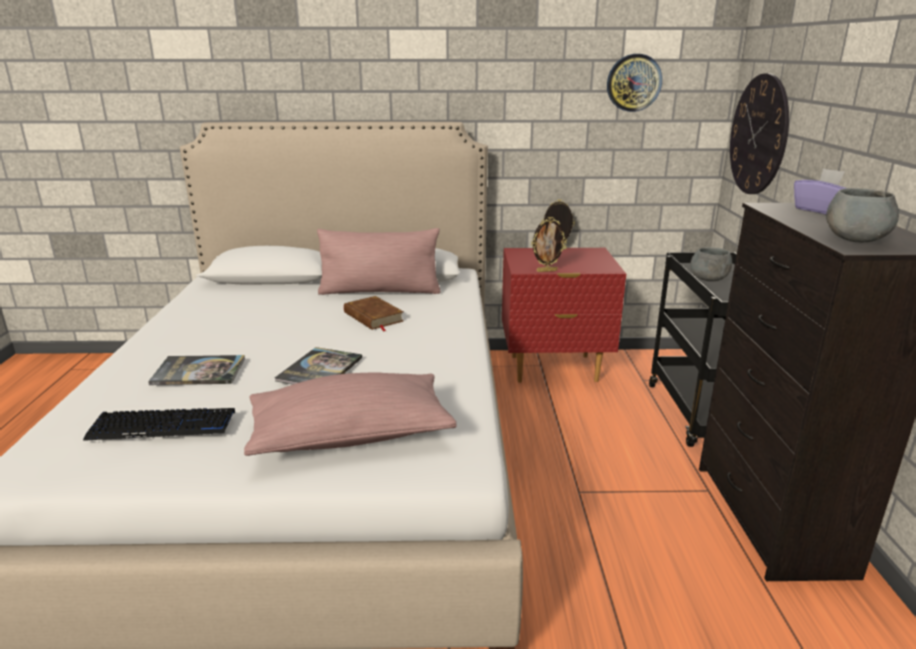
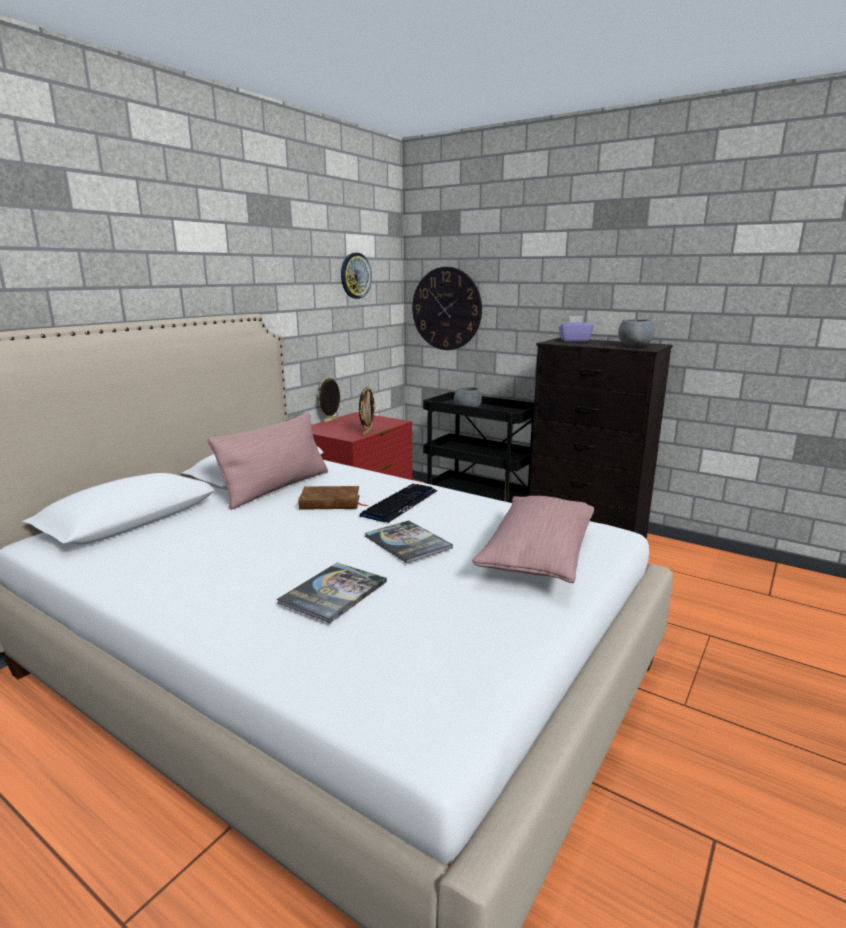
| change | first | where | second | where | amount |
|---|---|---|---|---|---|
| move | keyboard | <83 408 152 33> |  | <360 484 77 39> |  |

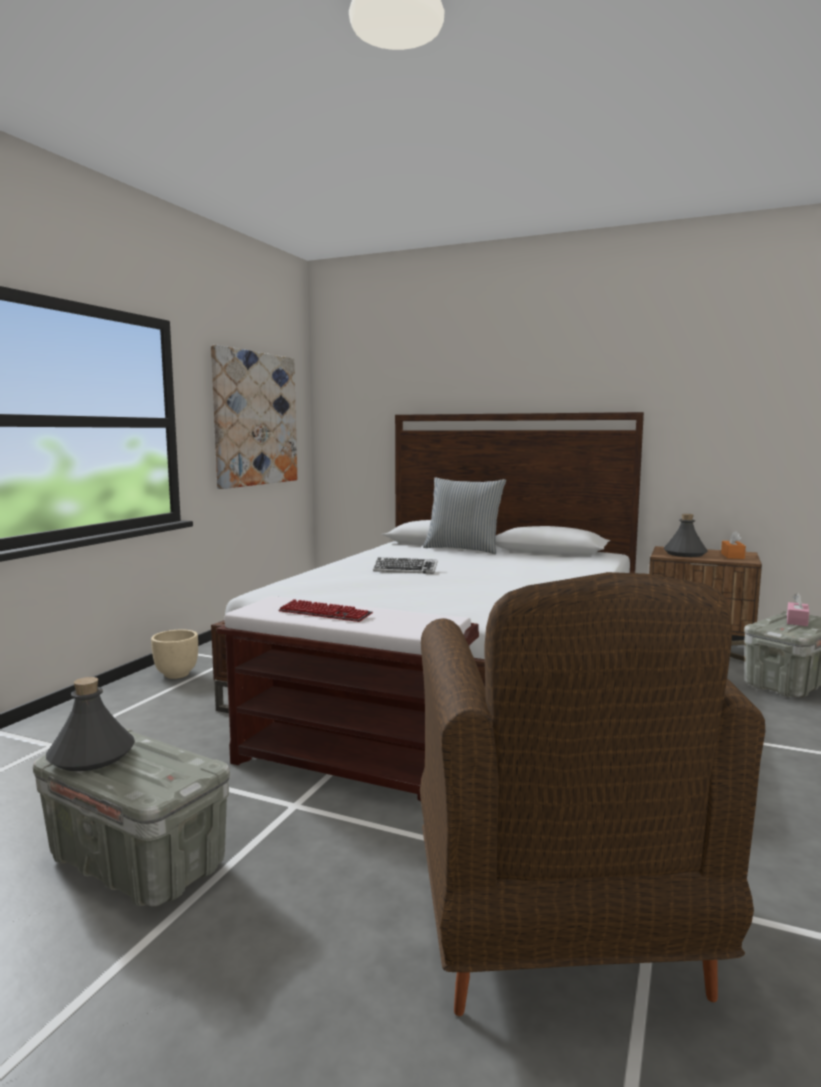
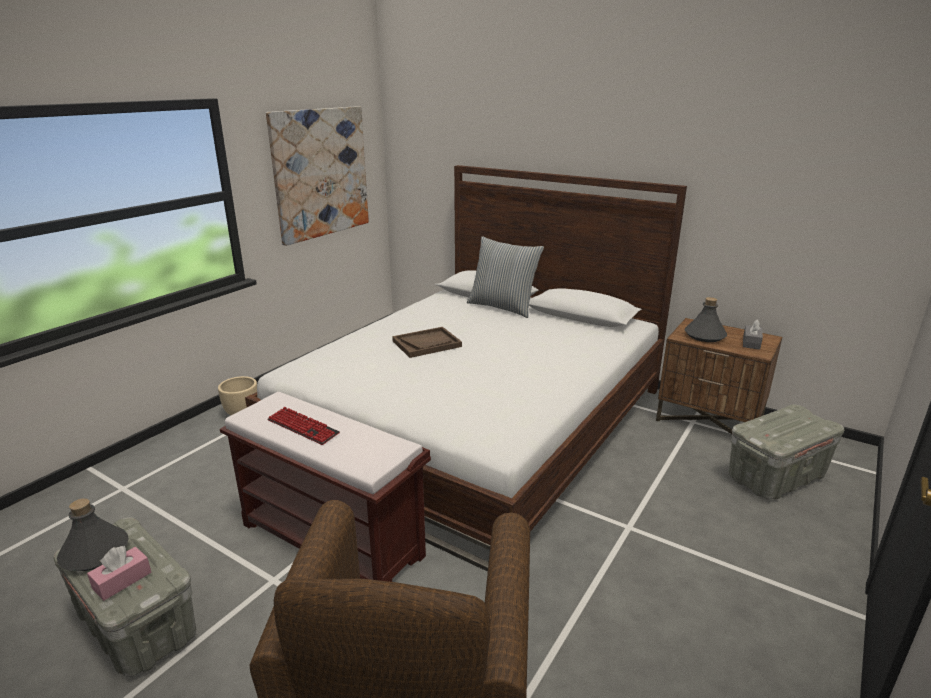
| change | first | where | second | where | amount |
|---|---|---|---|---|---|
| move | tissue box (pinkish) | <787 593 22 33> |  | <87 546 64 55> |  |
| replace | keyboard | <373 557 65 17> | tray (brown) | <392 327 70 31> |  |
| recolor | tissue box (orange-coloured) | <721 531 25 28> | tissue box (gray) | <743 320 20 30> |  |

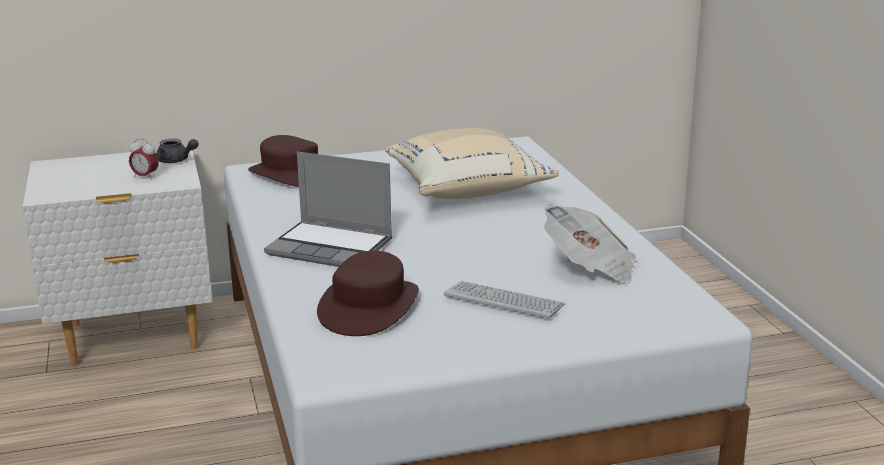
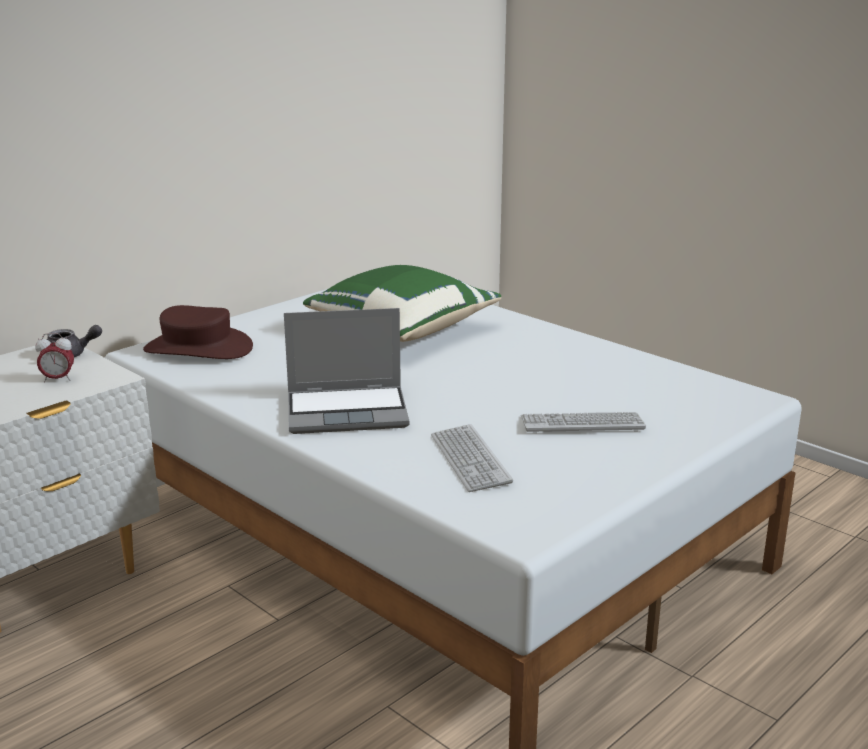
| change | first | where | second | where | amount |
|---|---|---|---|---|---|
| delete | printed paper | <544 205 92 79> |  |  |  |
| replace | wearable hat (brown) | <317 251 102 85> | keyboard | <431 424 82 68> |  |
| recolor | pillow (beige-coloured) | <385 128 174 71> | pillow (green) | <303 265 198 77> |  |

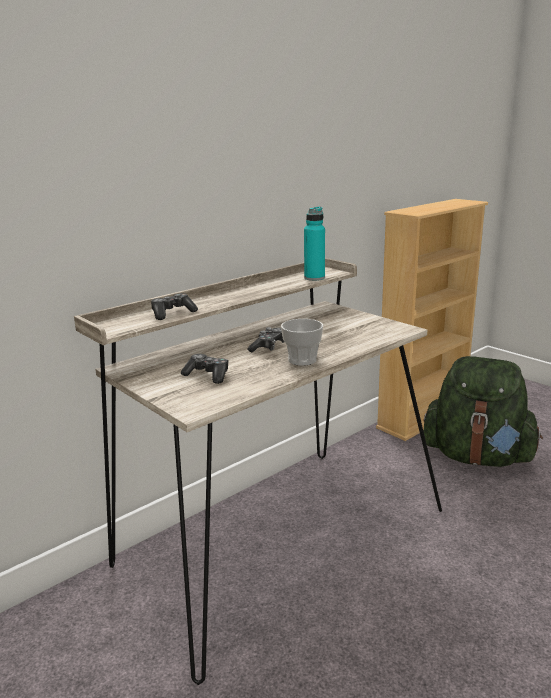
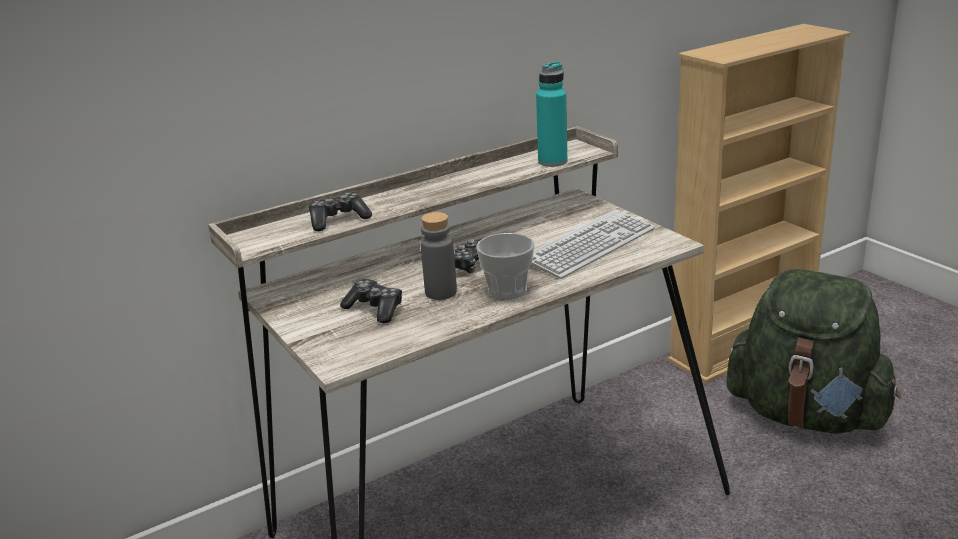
| change | first | where | second | where | amount |
|---|---|---|---|---|---|
| insert |  |  | bottle (gray) | <420 212 37 88> |  |
| insert |  |  | keyboard | <531 210 124 69> |  |

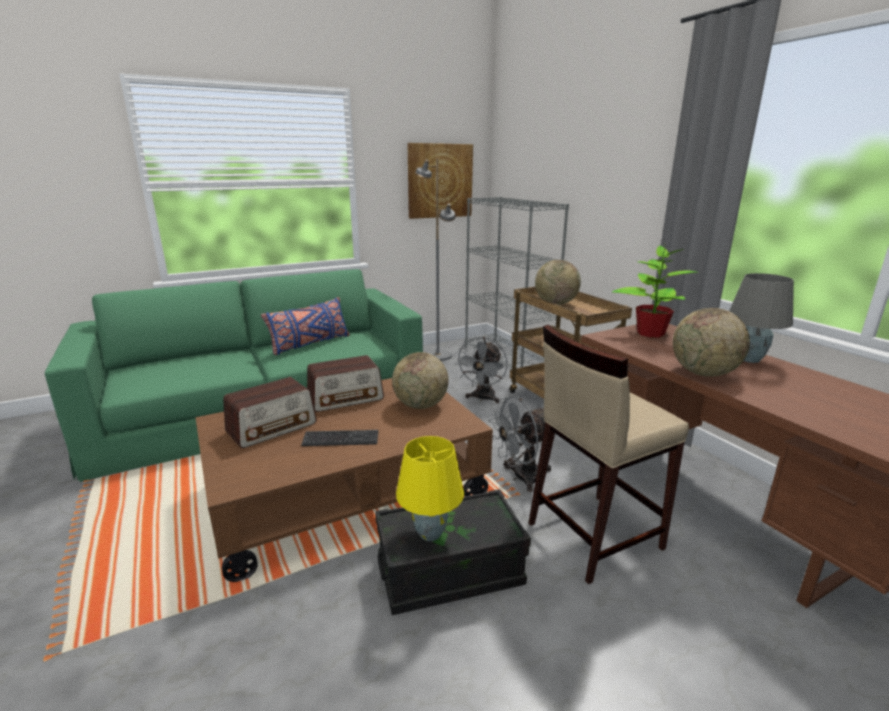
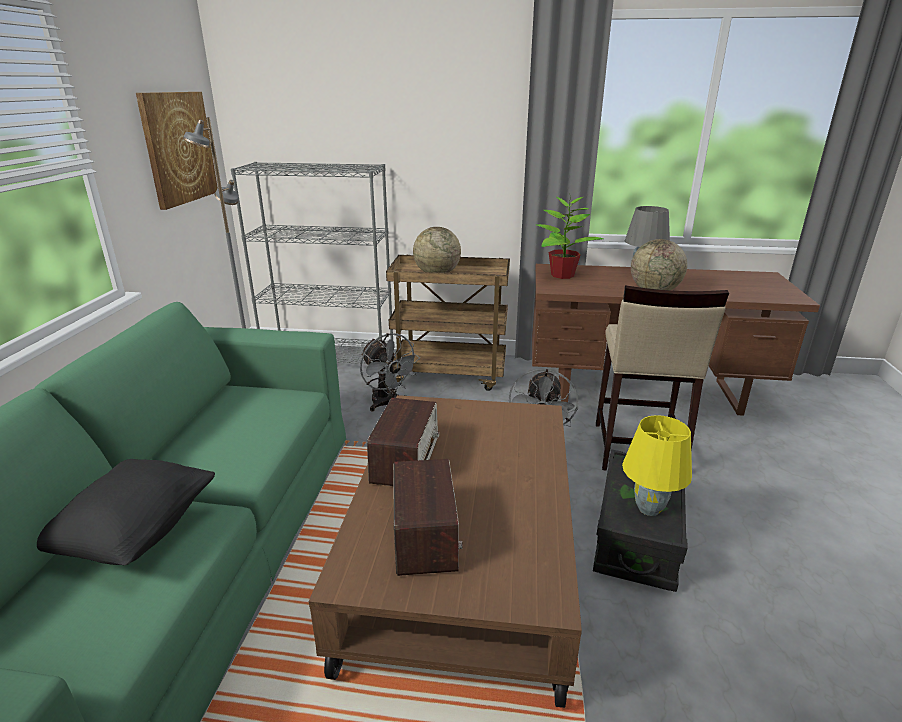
| change | first | where | second | where | amount |
|---|---|---|---|---|---|
| delete | pillow (blue) | <261 297 89 58> |  |  |  |
| delete | keyboard | <301 430 78 16> |  |  |  |
| delete | desk globe | <392 352 56 57> |  |  |  |
| insert |  |  | pillow (black-coloured) | <37 459 178 107> |  |

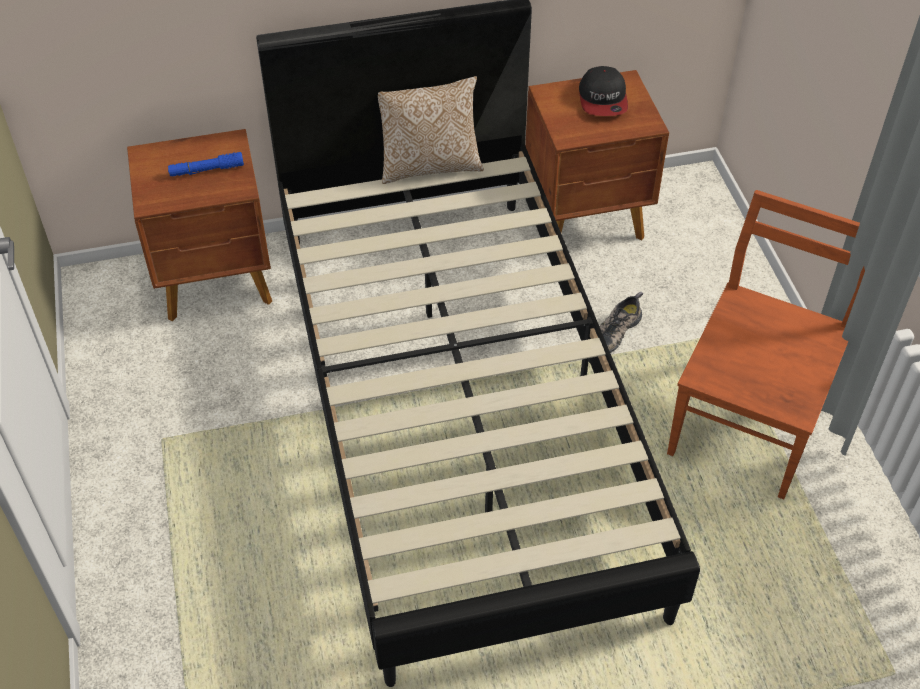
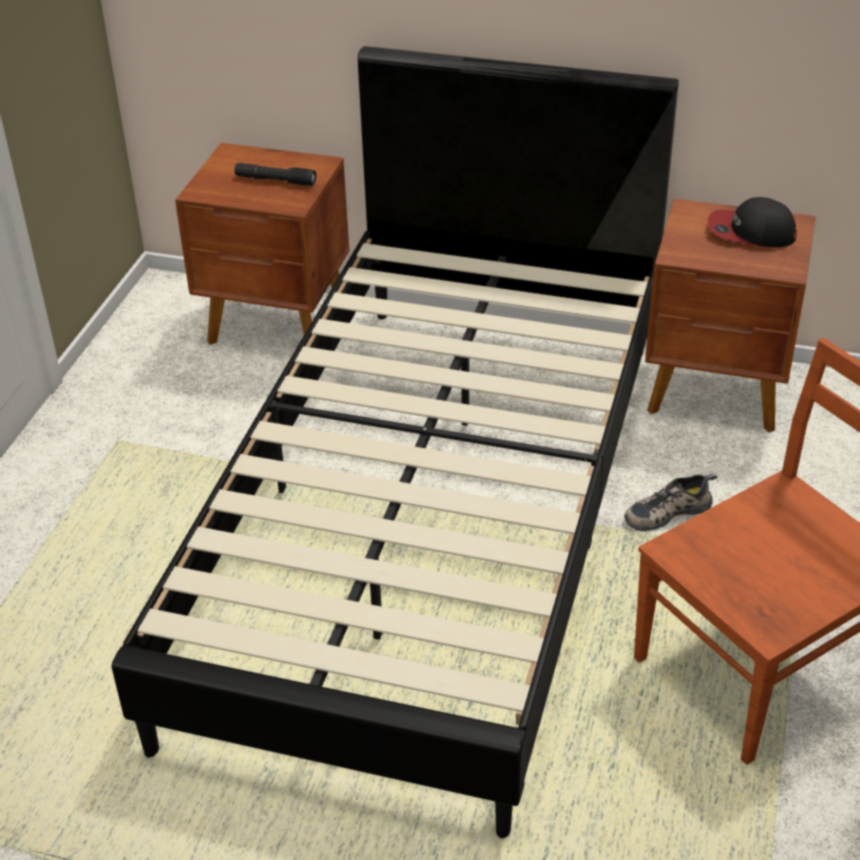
| change | first | where | second | where | amount |
|---|---|---|---|---|---|
| delete | pillow | <378 76 106 108> |  |  |  |
| recolor | hand torch (blue) | <168 152 76 24> | hand torch (black-coloured) | <234 163 82 23> |  |
| rotate | baseball cap | <579 66 49 50> |  | <708 197 89 50> | 75 degrees clockwise |

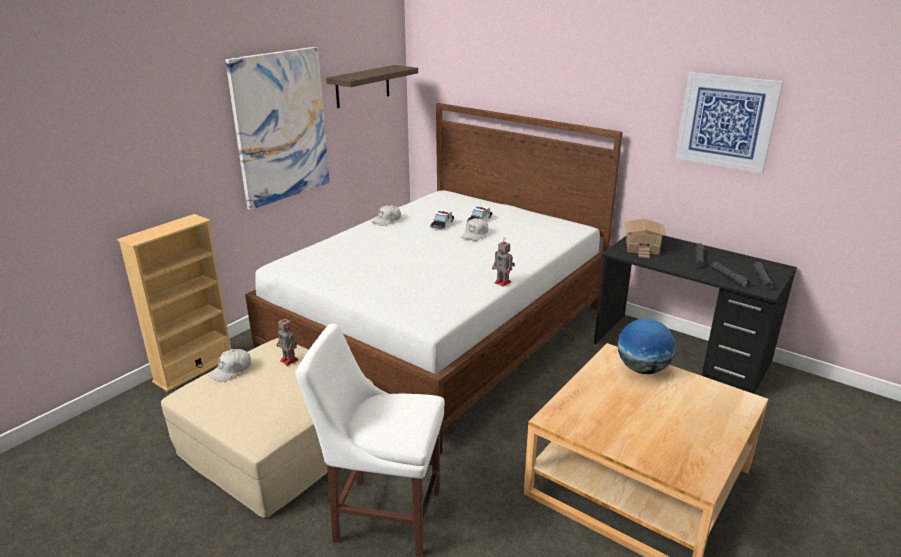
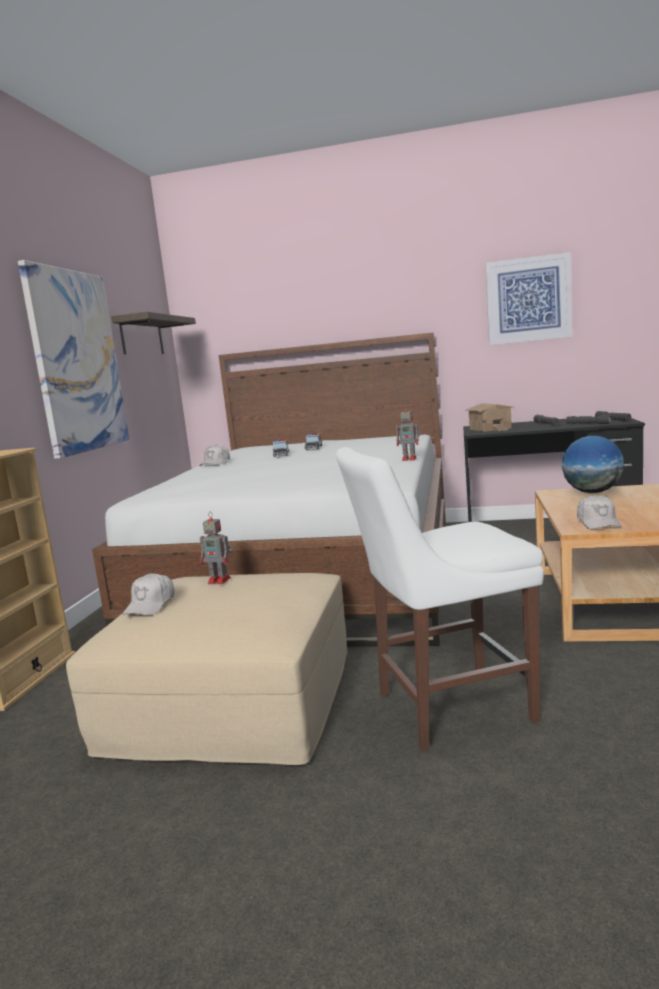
| change | first | where | second | where | amount |
|---|---|---|---|---|---|
| move | baseball cap (whitish) | <461 218 27 23> |  | <577 495 45 34> |  |

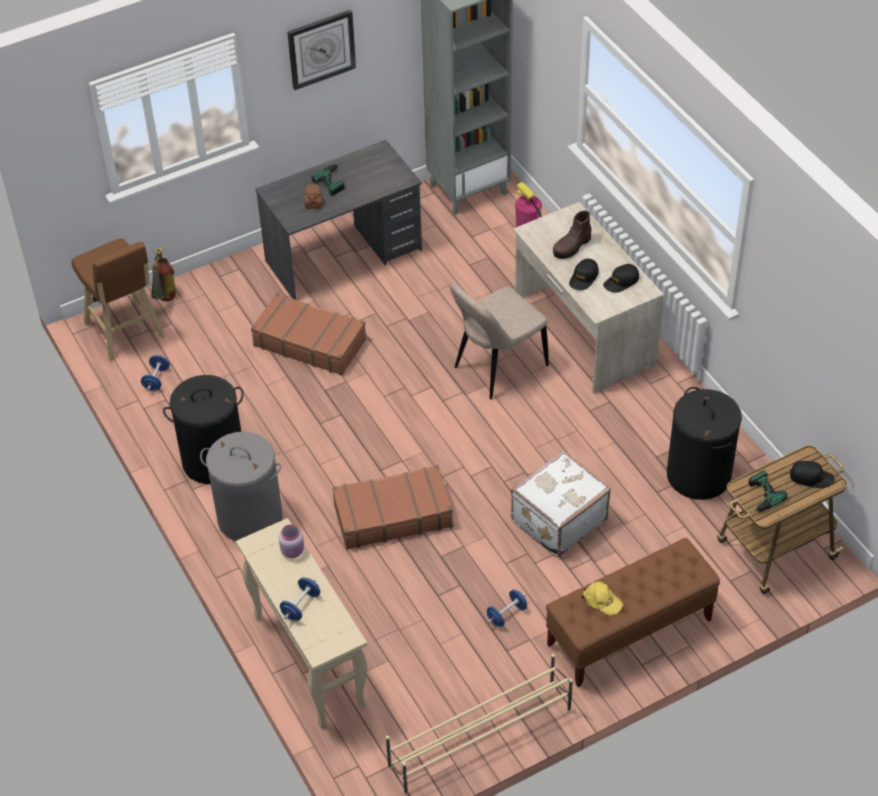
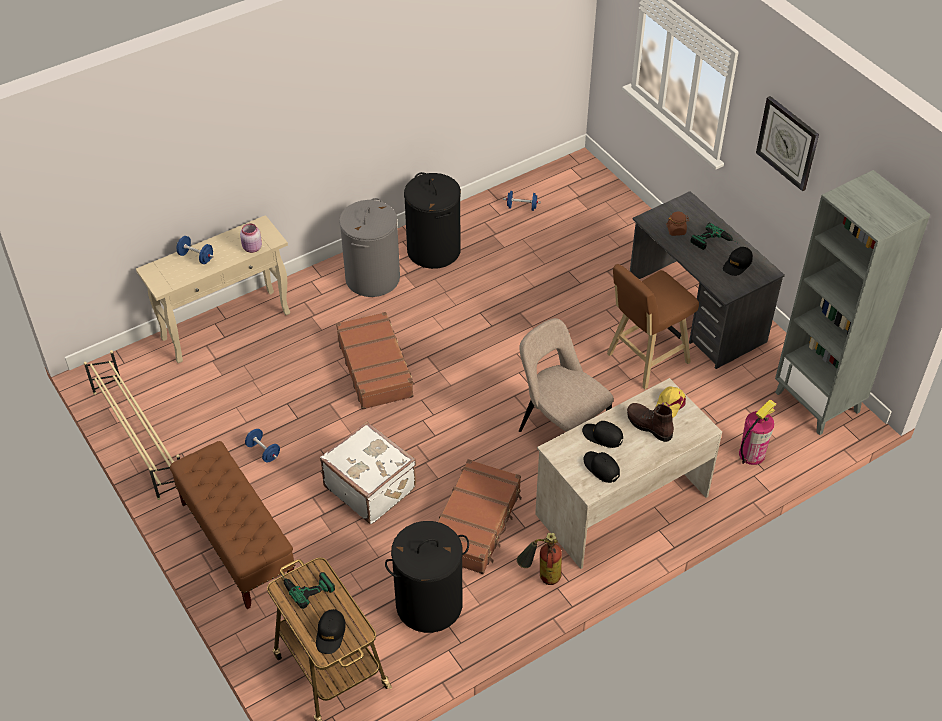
| change | first | where | second | where | amount |
|---|---|---|---|---|---|
| insert |  |  | baseball cap (black-coloured) | <723 247 30 29> |  |
| move | sitting stool (brown) | <71 238 94 123> |  | <607 264 92 125> |  |
| move | fire-fighting cylinder | <151 247 25 54> |  | <517 533 45 52> |  |
| move | piece of luggage (brown) | <251 293 115 82> |  | <438 459 84 115> |  |
| move | baseball cap (yellow-coloured) | <581 581 42 34> |  | <655 386 31 32> |  |

